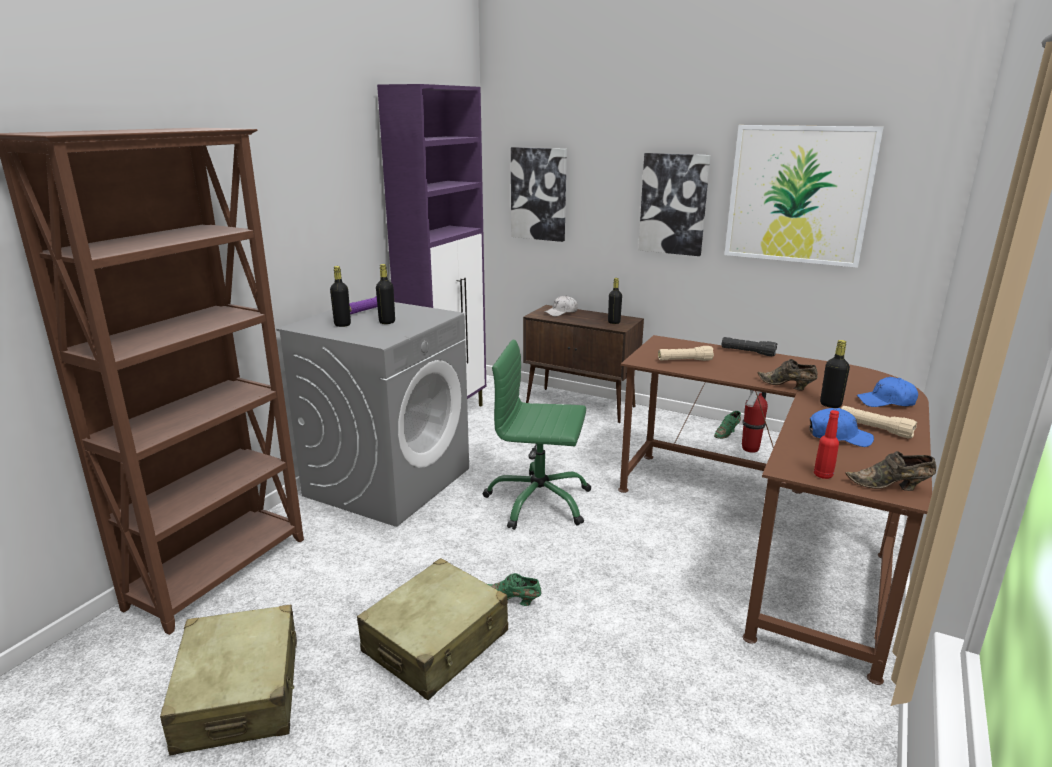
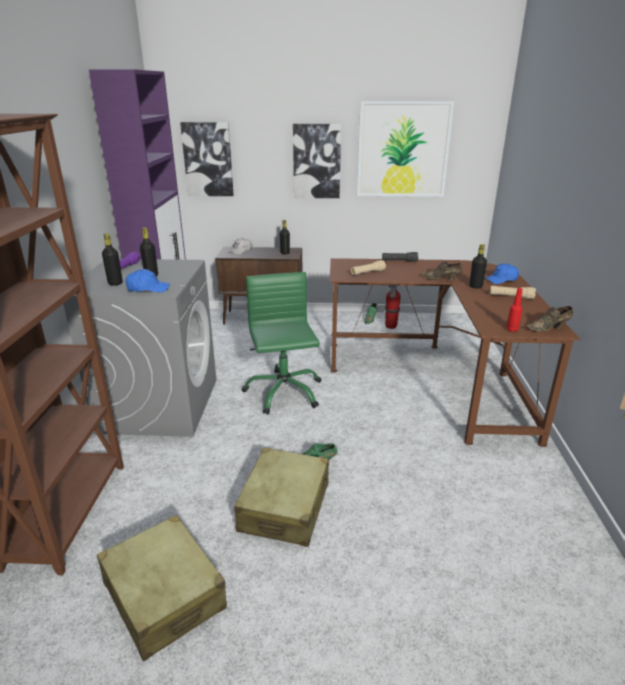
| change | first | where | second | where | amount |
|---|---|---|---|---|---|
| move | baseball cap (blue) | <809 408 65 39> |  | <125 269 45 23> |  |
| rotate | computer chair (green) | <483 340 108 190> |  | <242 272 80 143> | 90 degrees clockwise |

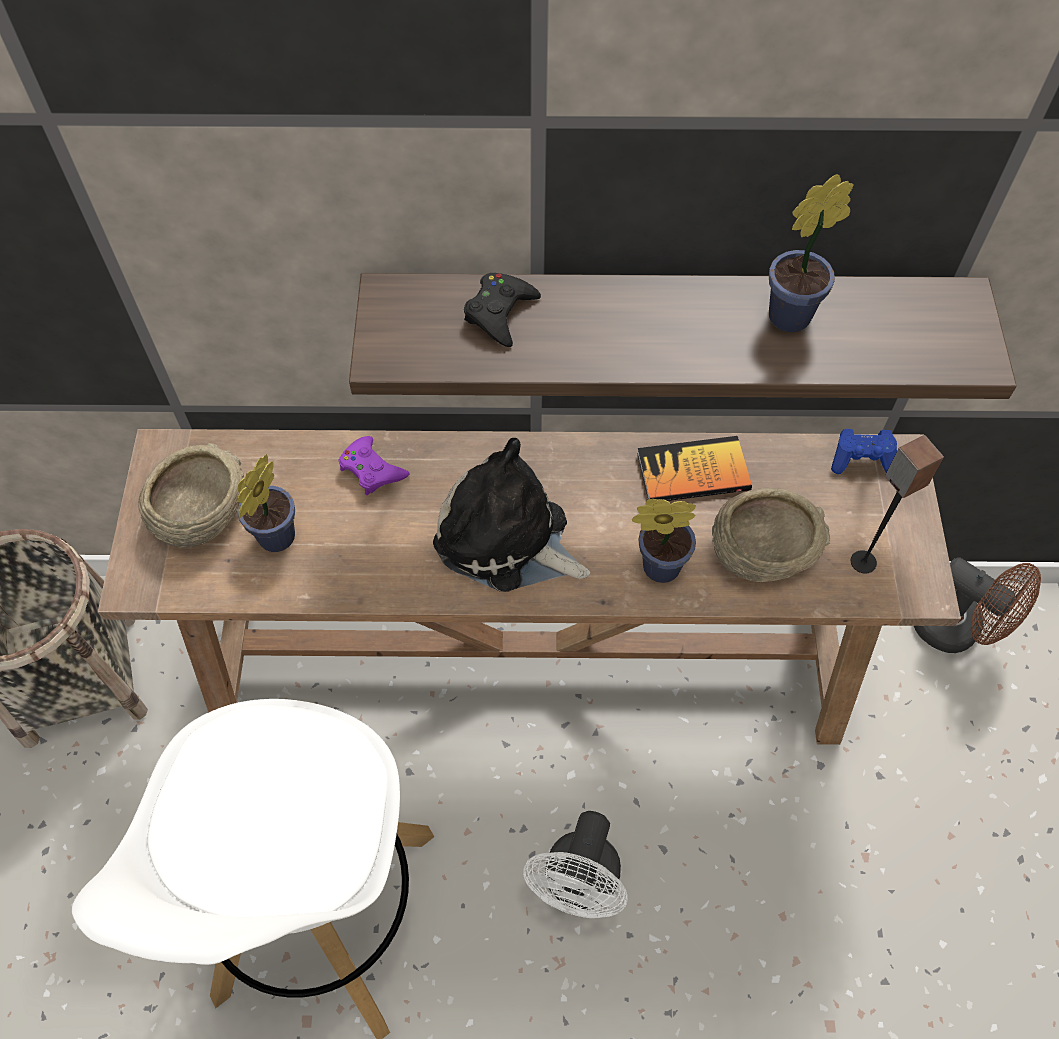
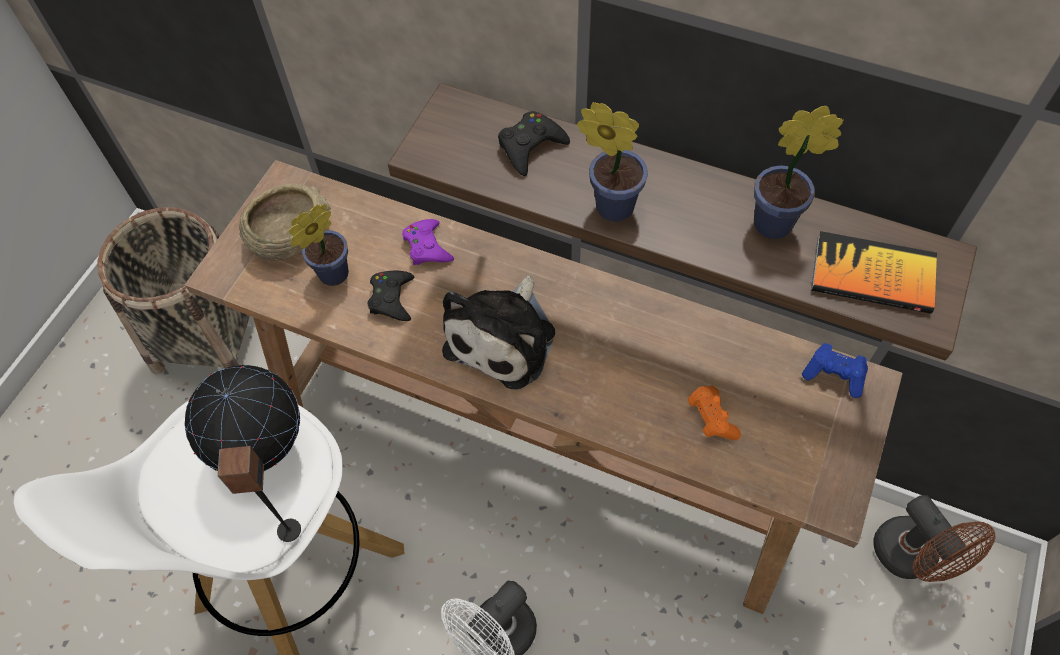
| change | first | where | second | where | amount |
|---|---|---|---|---|---|
| insert |  |  | desk globe | <184 365 116 106> |  |
| insert |  |  | joypad (black-coloured) | <368 270 46 51> |  |
| move | plant in a pot | <632 499 64 84> |  | <577 102 71 120> |  |
| move | book | <637 436 115 65> |  | <811 231 126 83> |  |
| move | loudspeaker | <851 435 93 139> |  | <217 446 84 96> |  |
| replace | bowl (beige-coloured) | <712 488 118 94> | joypad (orange-coloured) | <687 385 54 55> |  |
| rotate | soft toy | <433 438 157 154> |  | <442 276 113 113> | 120 degrees counterclockwise |

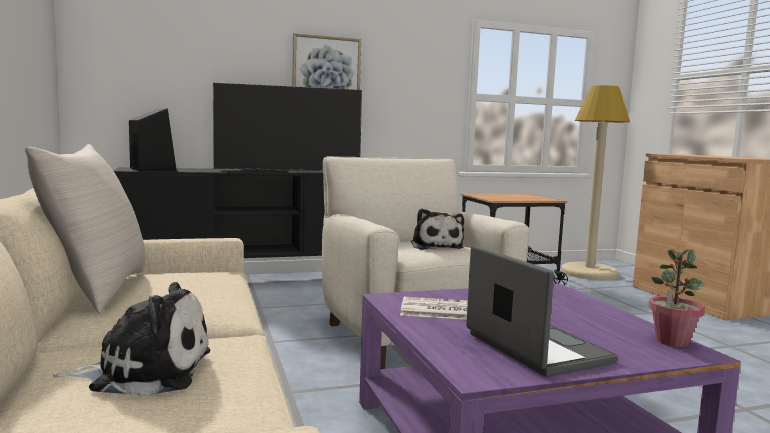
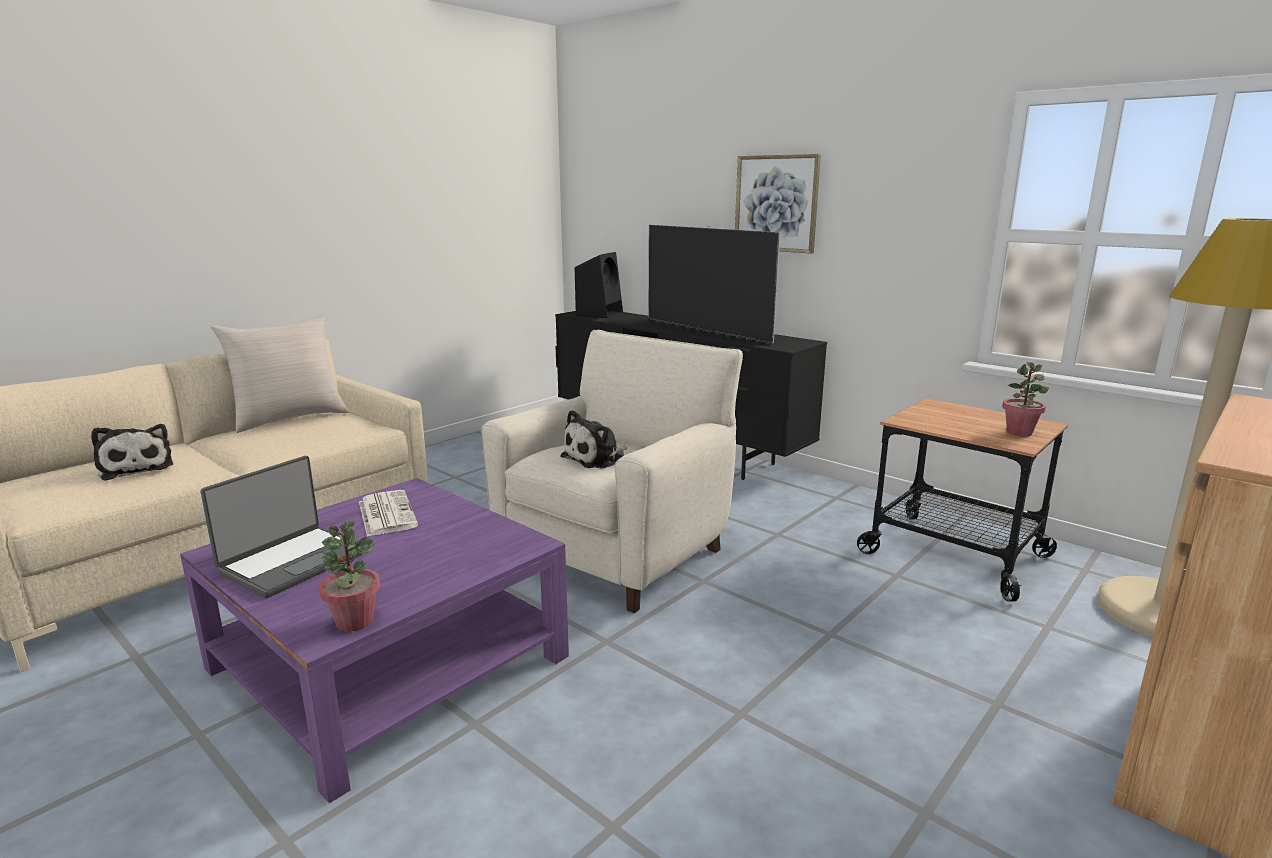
| change | first | where | second | where | amount |
|---|---|---|---|---|---|
| insert |  |  | plant in a pot | <1002 362 47 75> |  |

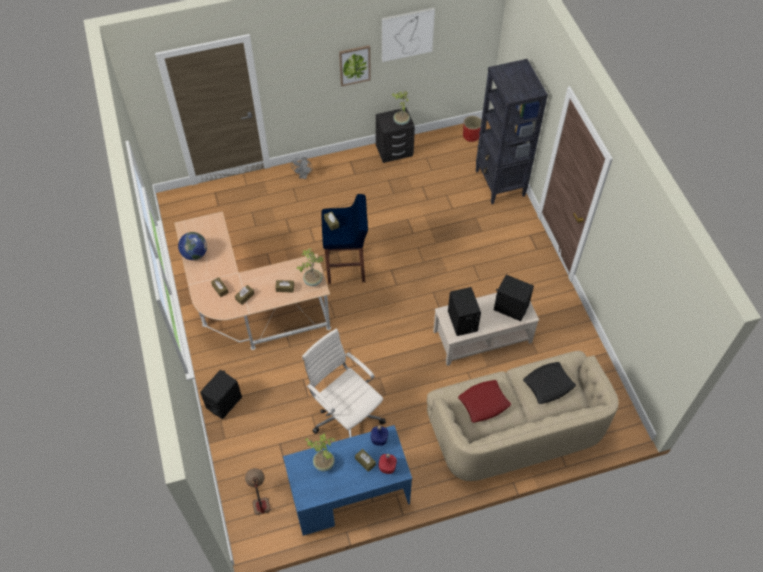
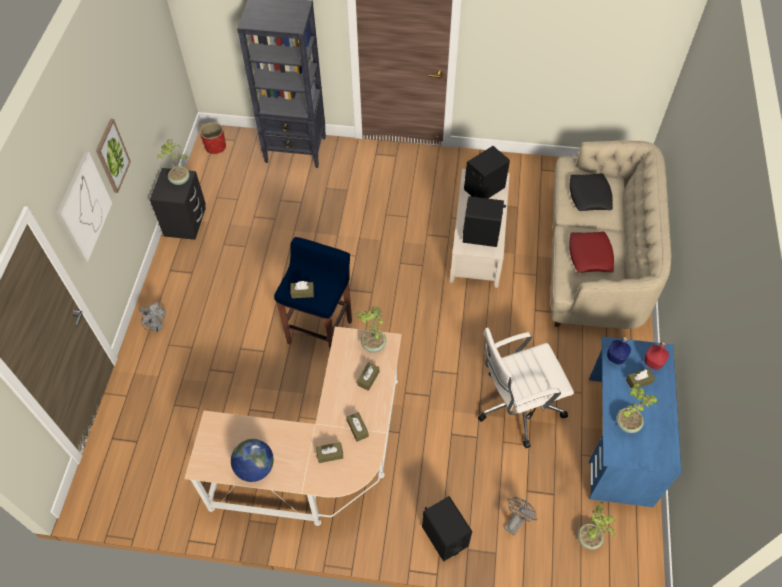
| change | first | where | second | where | amount |
|---|---|---|---|---|---|
| insert |  |  | electric fan (gray) | <504 497 33 38> |  |
| move | wall art | <381 7 54 55> |  | <57 152 55 110> |  |
| replace | tabletop lamp | <245 468 25 47> | plant in a pot | <577 502 38 48> |  |

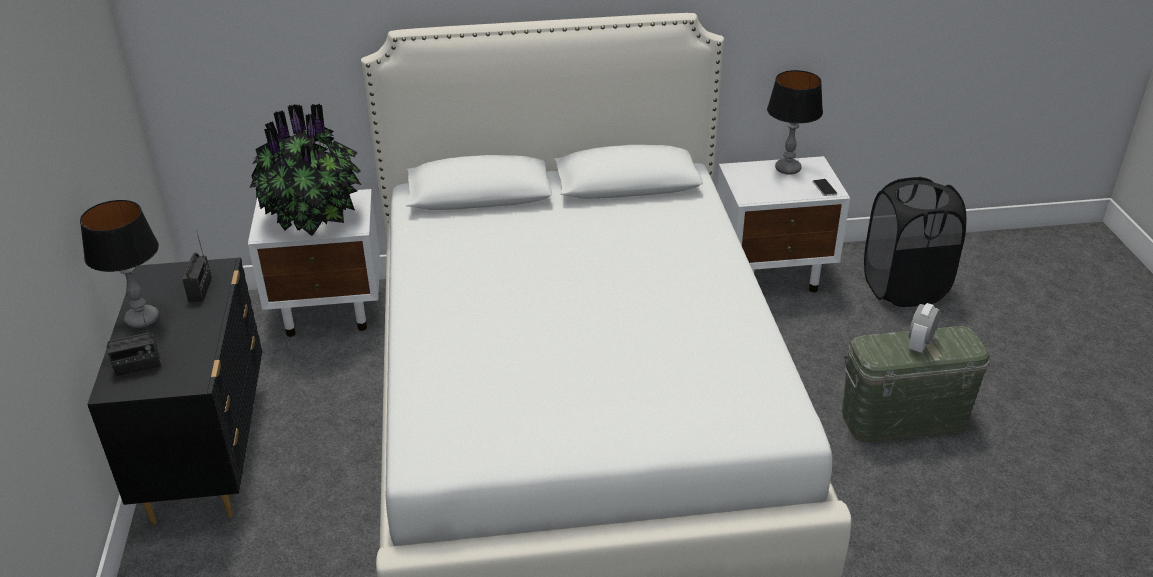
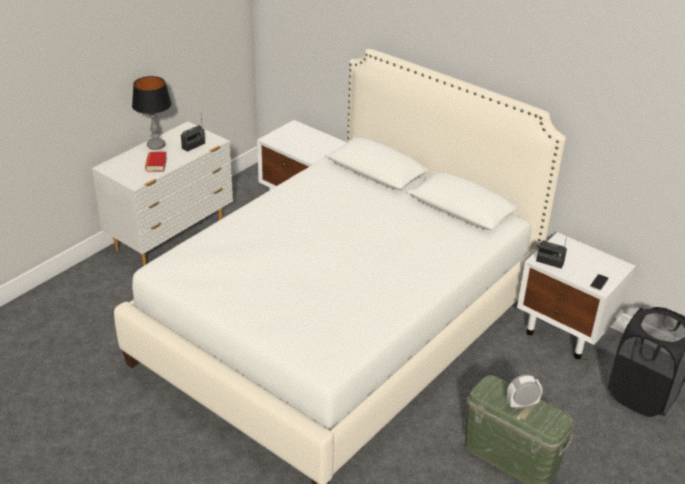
| change | first | where | second | where | amount |
|---|---|---|---|---|---|
| delete | plant in a pot | <249 104 112 132> |  |  |  |
| delete | tabletop lamp | <767 70 56 105> |  |  |  |
| insert |  |  | book | <145 152 22 19> |  |
| move | radio | <106 314 55 63> |  | <536 237 31 31> |  |
| recolor | chest of drawers (black-coloured) | <87 257 176 268> | chest of drawers (whitish) | <92 121 141 145> |  |

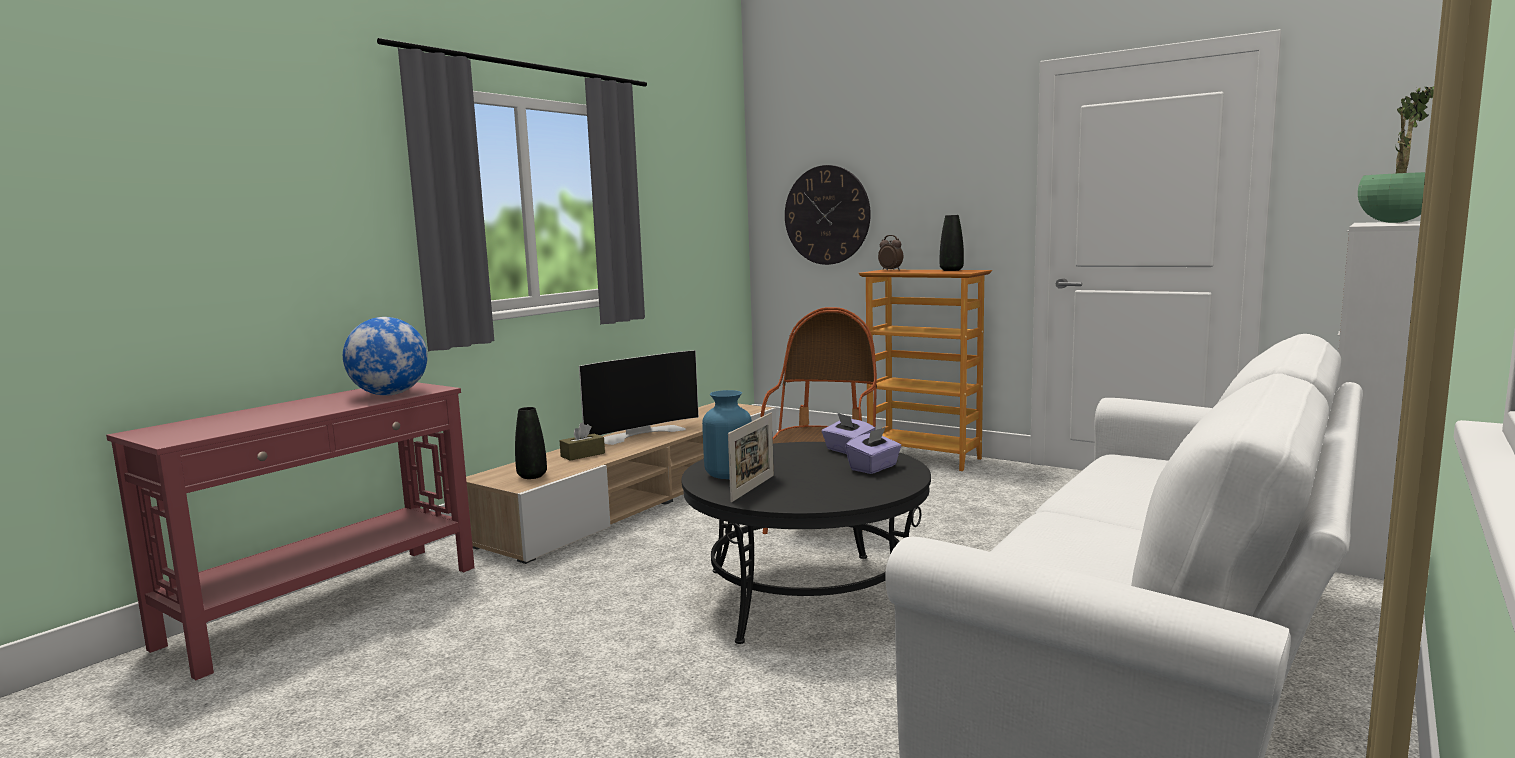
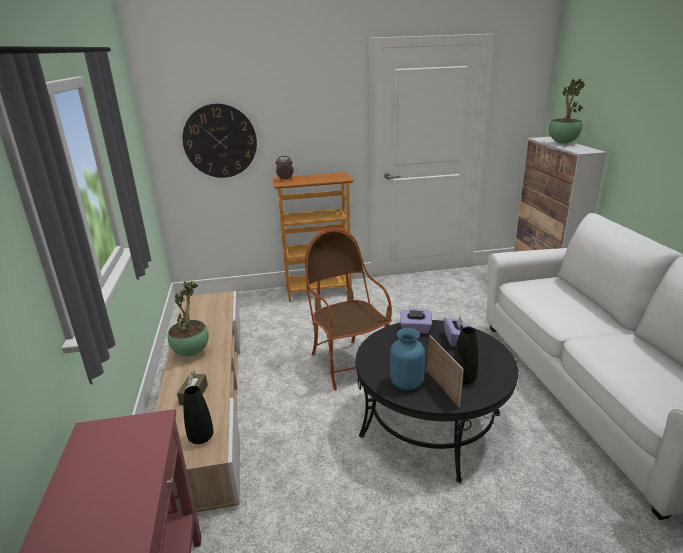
| change | first | where | second | where | amount |
|---|---|---|---|---|---|
| delete | desk globe | <343 317 85 79> |  |  |  |
| move | decorative vase (black-coloured) | <940 215 24 56> |  | <453 327 25 57> |  |
| replace | TV | <579 350 120 95> | plant in a pot | <168 281 41 76> |  |

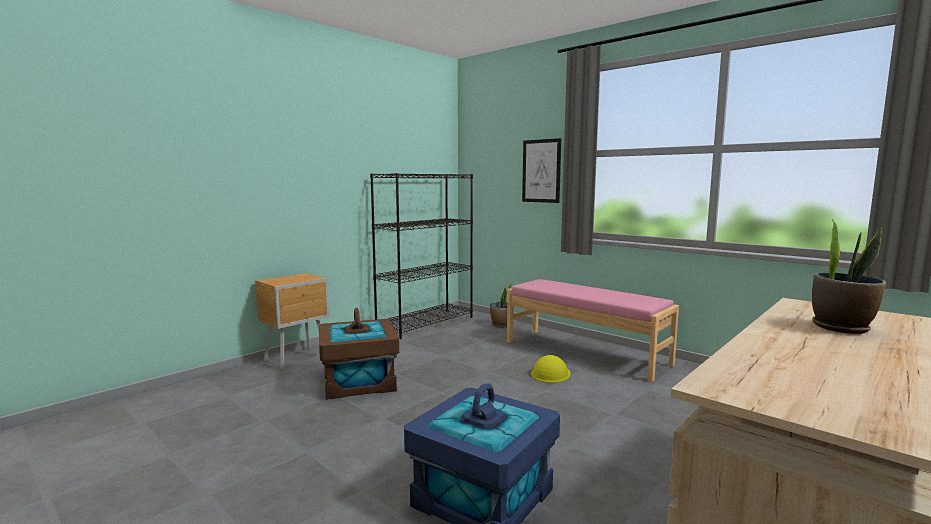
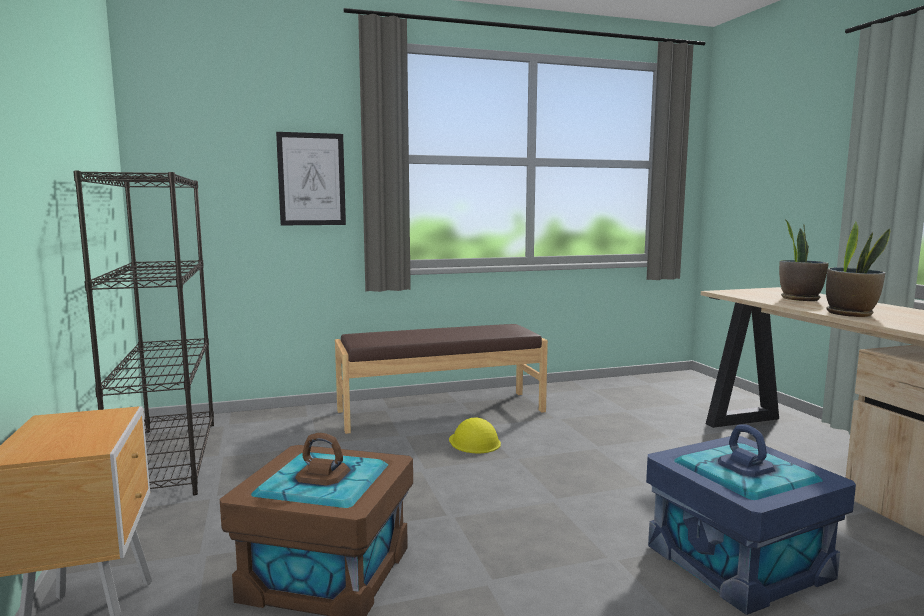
| change | first | where | second | where | amount |
|---|---|---|---|---|---|
| move | plant in a pot | <490 282 24 45> |  | <826 221 64 96> |  |
| recolor | indoor bench (pinkish) | <507 279 172 103> | indoor bench (brown) | <335 324 213 110> |  |

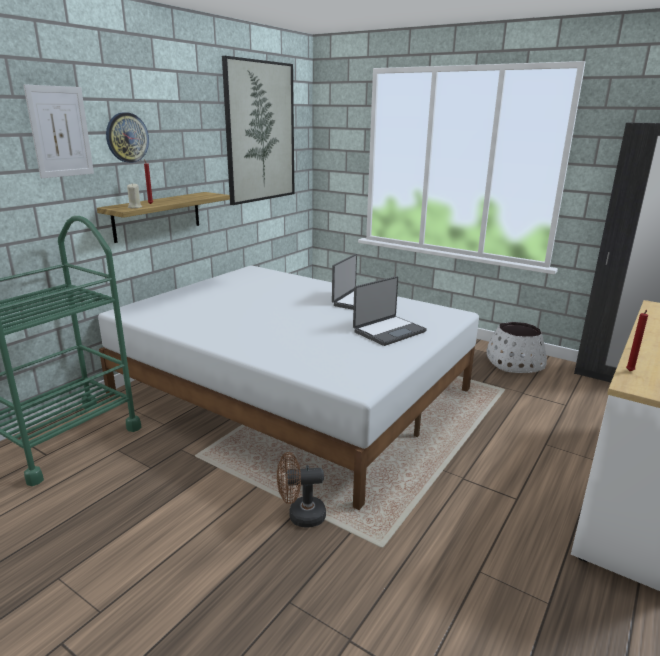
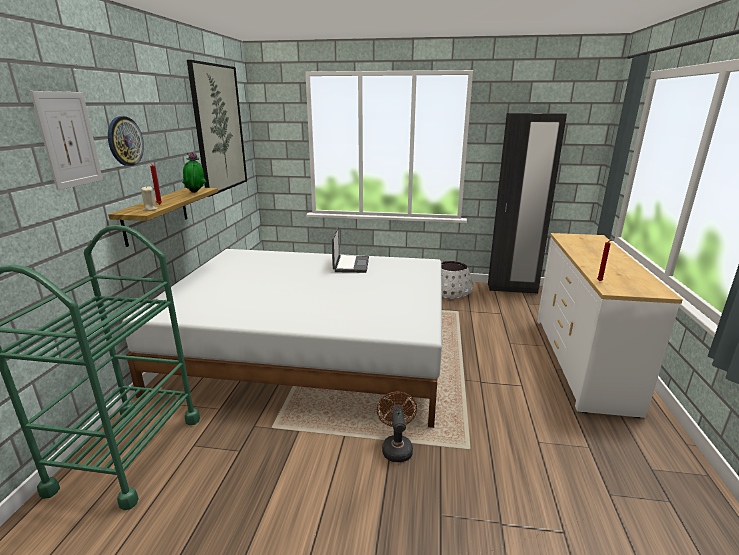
| change | first | where | second | where | amount |
|---|---|---|---|---|---|
| delete | notebook computer | <353 276 74 70> |  |  |  |
| insert |  |  | plant in a pot | <182 152 24 41> |  |
| rotate | electric fan (brown) | <277 452 49 75> |  | <377 392 40 70> | 120 degrees clockwise |

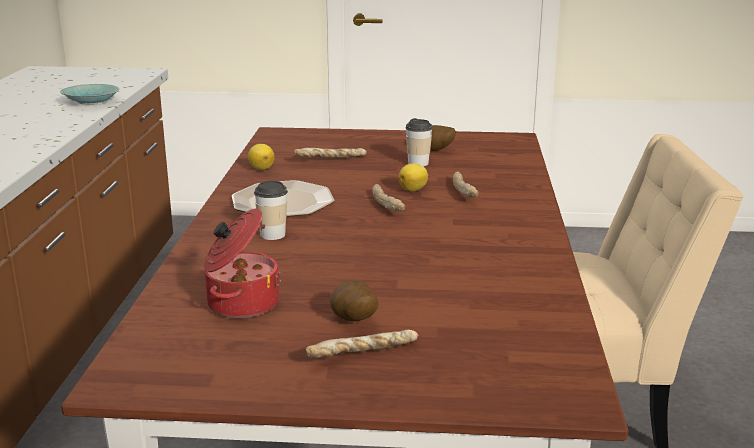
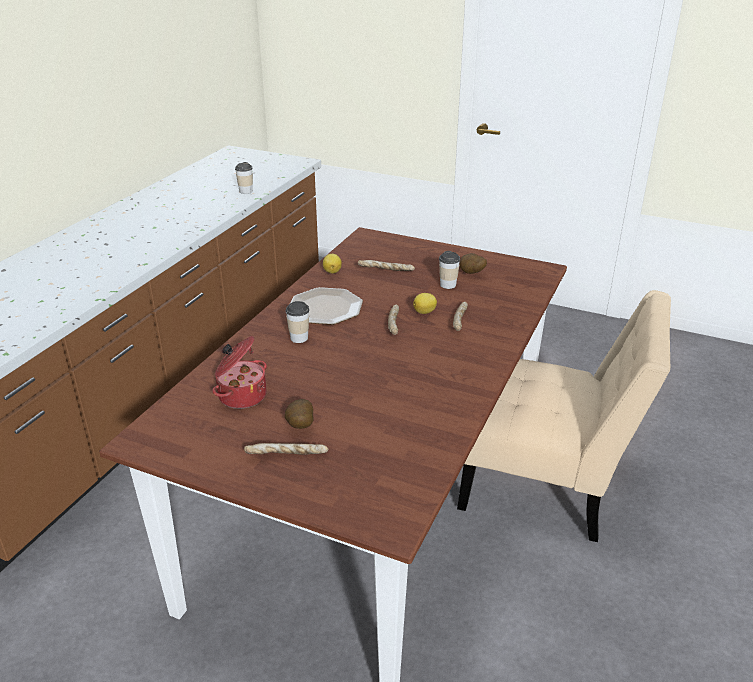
| change | first | where | second | where | amount |
|---|---|---|---|---|---|
| replace | bowl (turquoise) | <60 84 59 21> | small cup | <235 162 18 32> |  |

